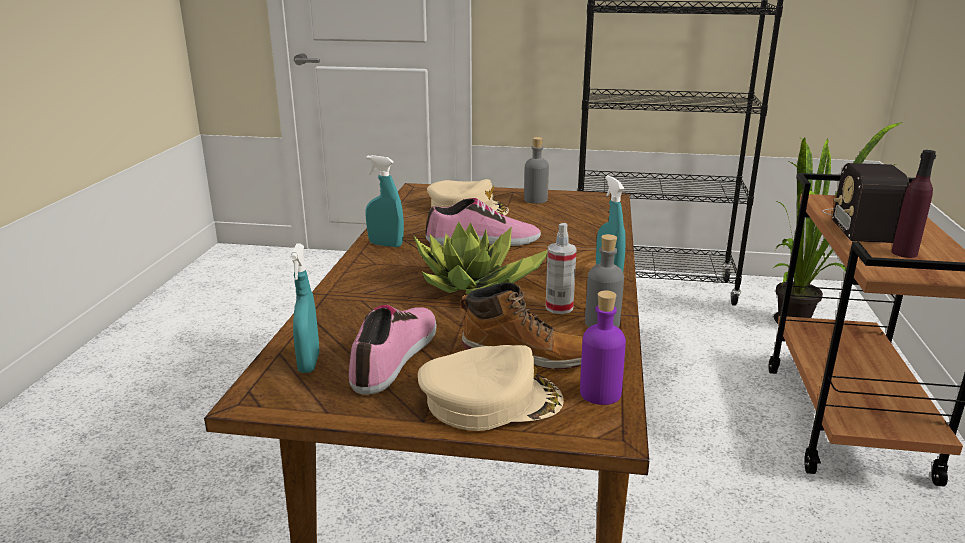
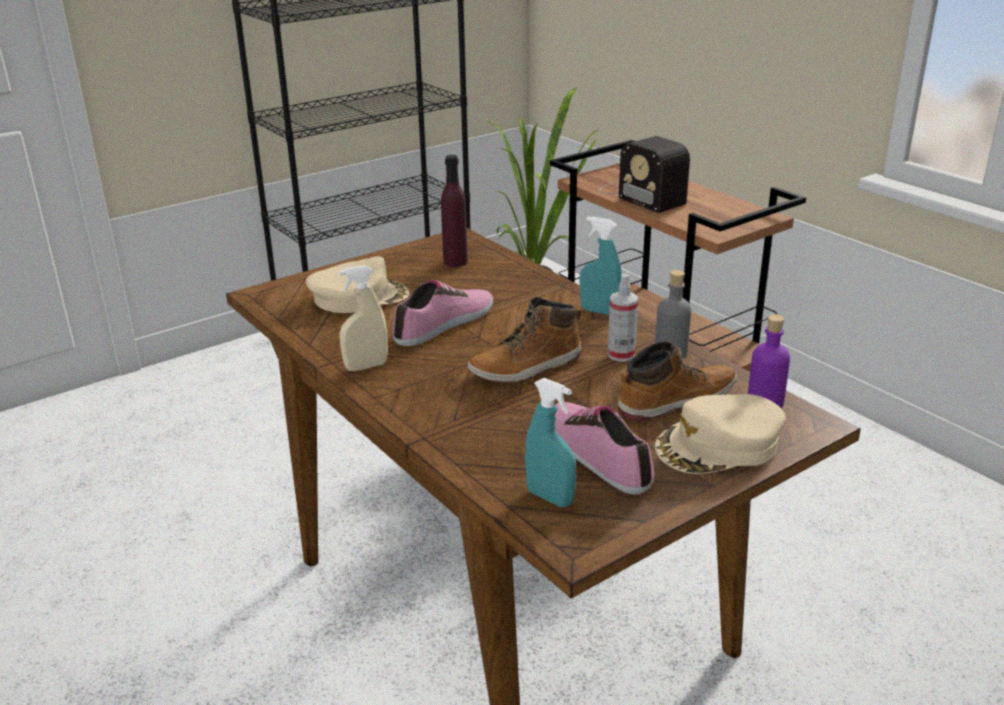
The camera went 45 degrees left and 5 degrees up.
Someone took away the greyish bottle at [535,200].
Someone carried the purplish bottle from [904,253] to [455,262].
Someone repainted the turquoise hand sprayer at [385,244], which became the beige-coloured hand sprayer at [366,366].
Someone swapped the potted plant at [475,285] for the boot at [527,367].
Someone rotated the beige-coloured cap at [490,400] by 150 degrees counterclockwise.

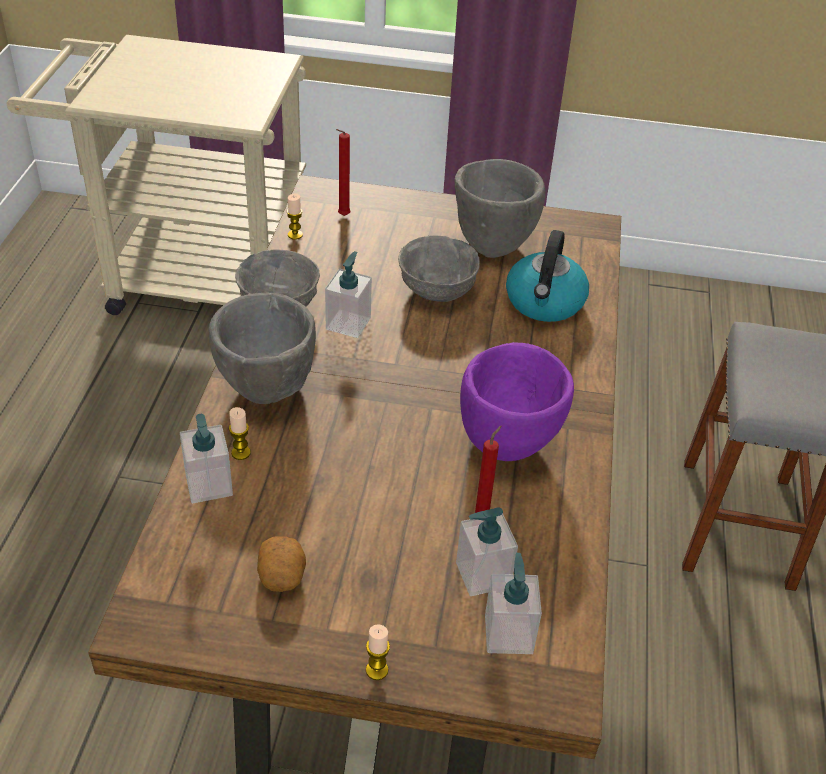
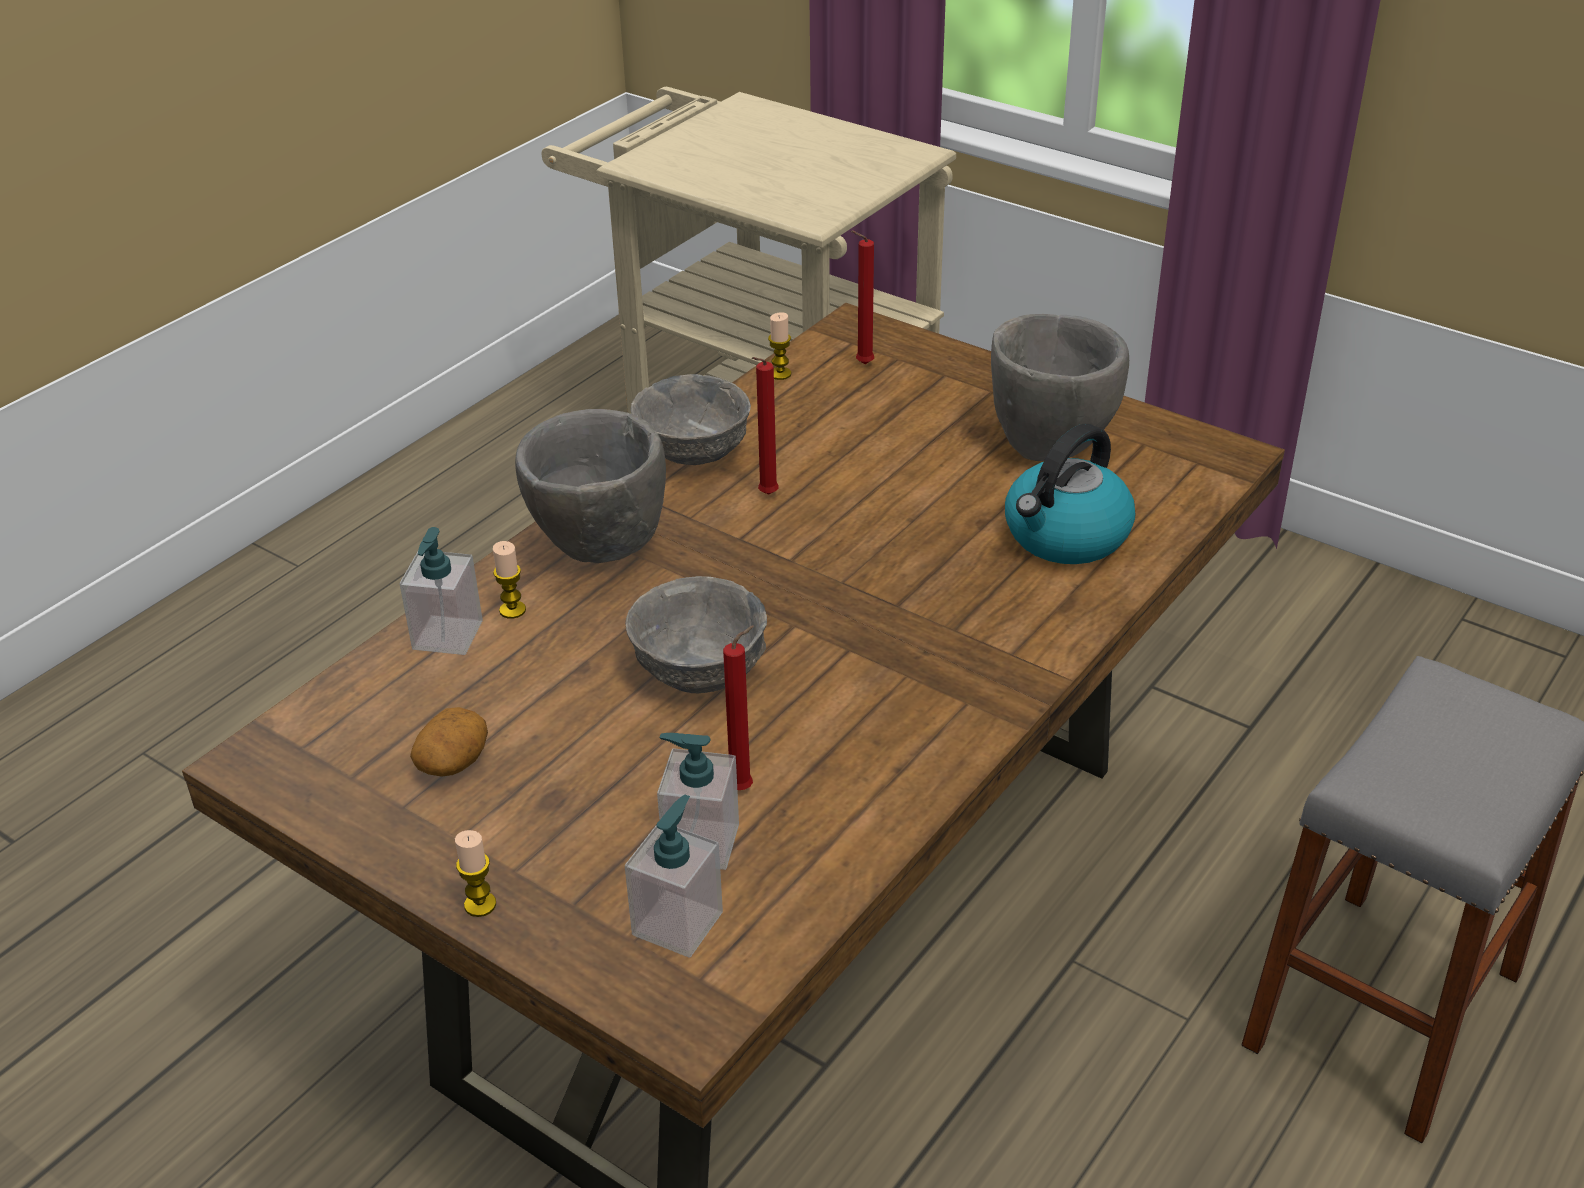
The camera went 30 degrees right and 5 degrees down.
Someone carried the greyish serving bowl from [437,289] to [701,669].
Someone swapped the liquid soap bottle at [348,323] for the red candle at [765,496].
Someone took away the purplish serving bowl at [508,444].

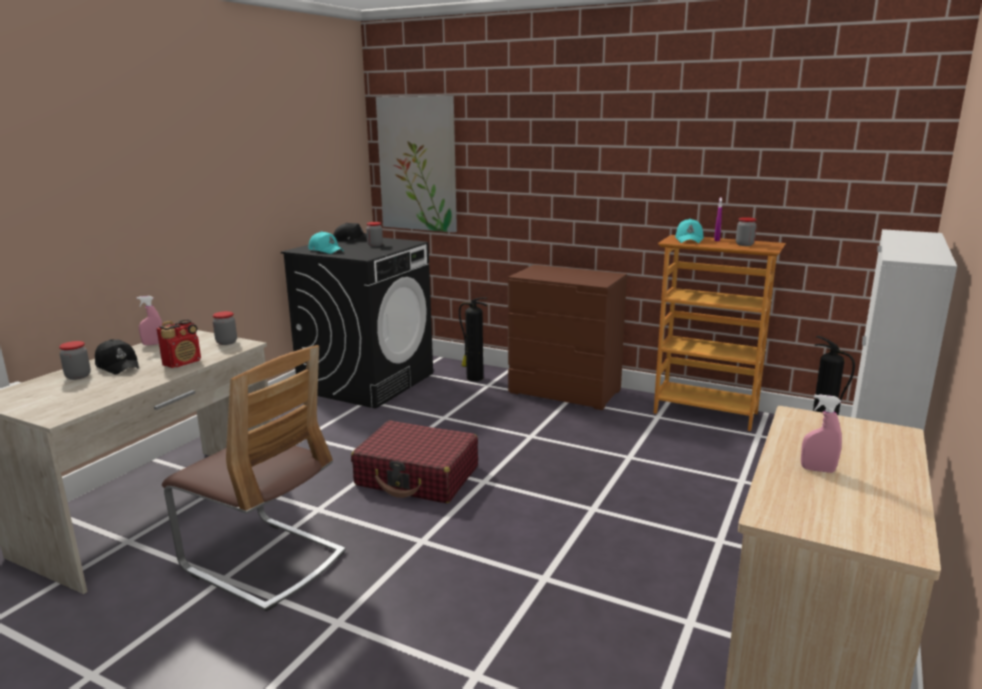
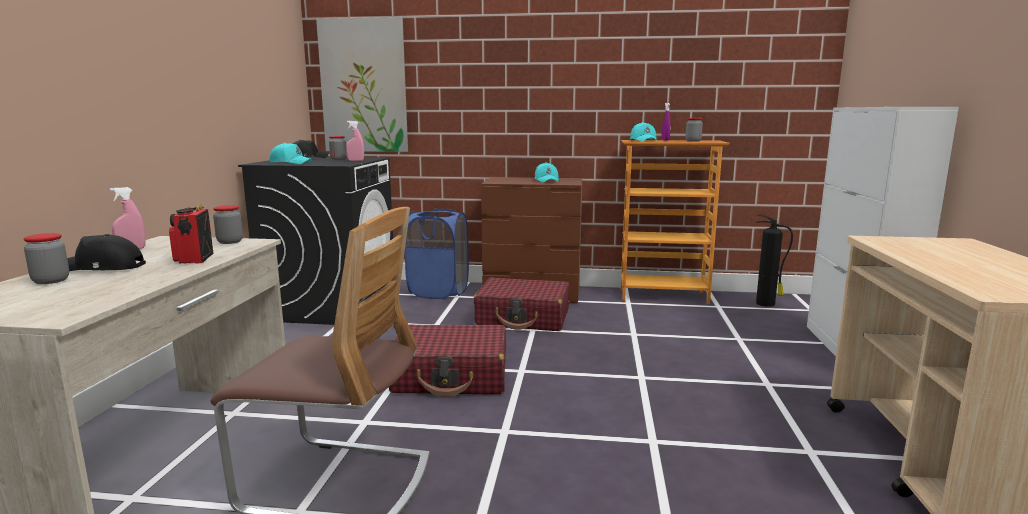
The camera went 20 degrees left and 5 degrees down.
Someone swapped the fire extinguisher at [473,378] for the blue laundry basket at [438,292].
Someone rotated the radio at [183,363] by 150 degrees clockwise.
Someone rotated the black cap at [118,365] by 150 degrees clockwise.
Someone carried the pink hand sprayer from [817,470] to [355,160].
Someone put down the turquoise cap at [546,180].
Someone put down the red piece of luggage at [523,318].

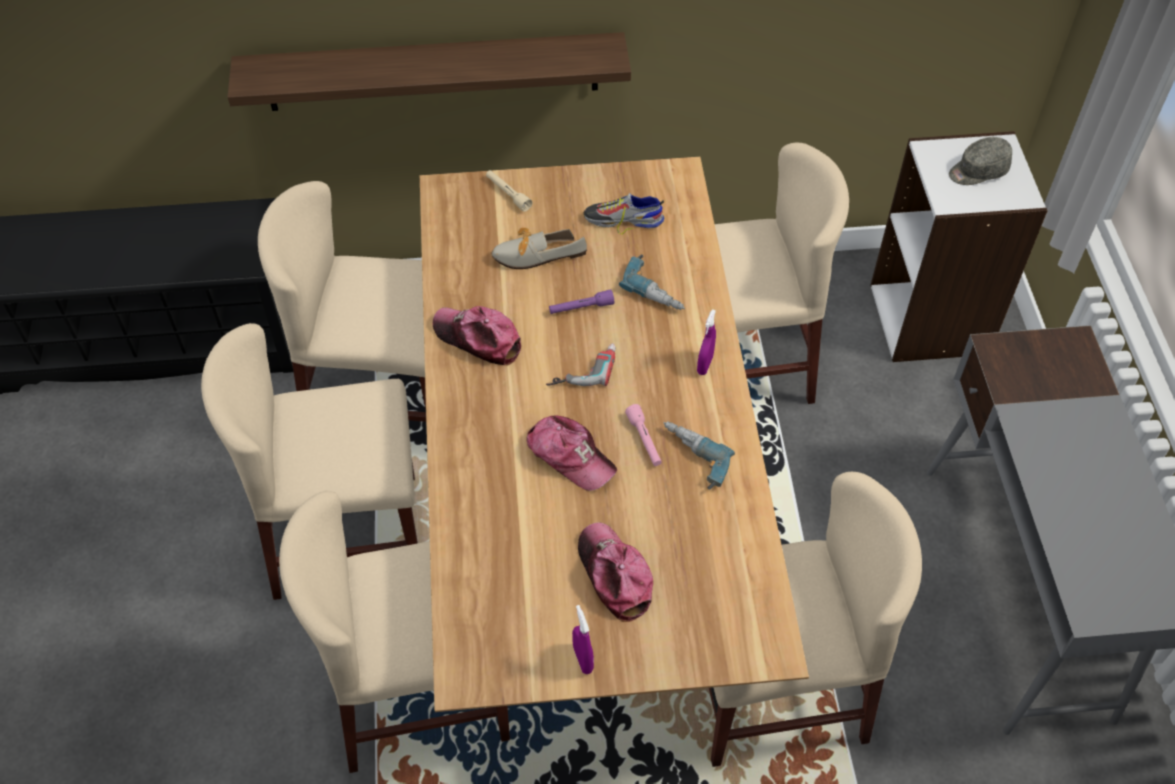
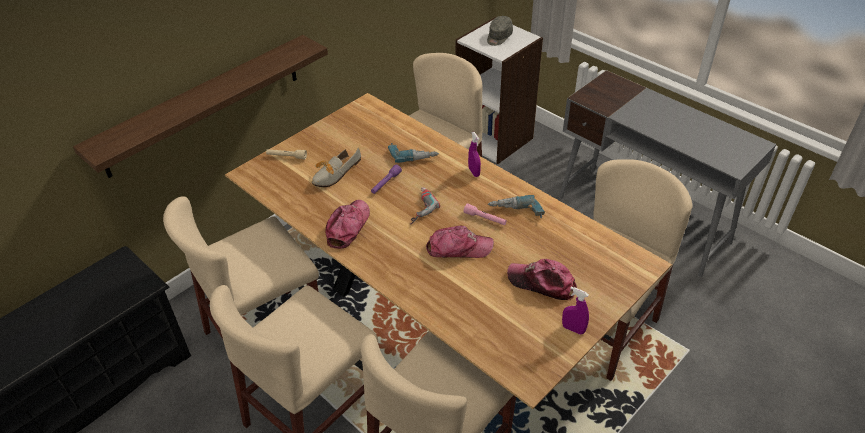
The camera went 40 degrees left and 10 degrees down.
Someone took away the low shoe at [623,219].
Someone rotated the cap at [478,339] by 120 degrees clockwise.

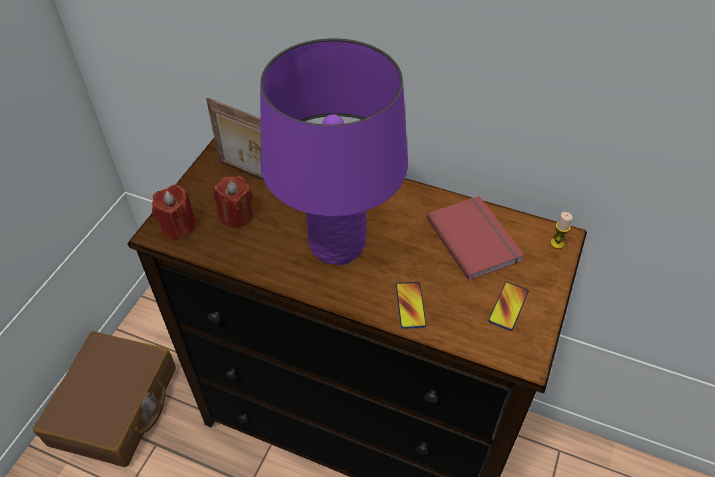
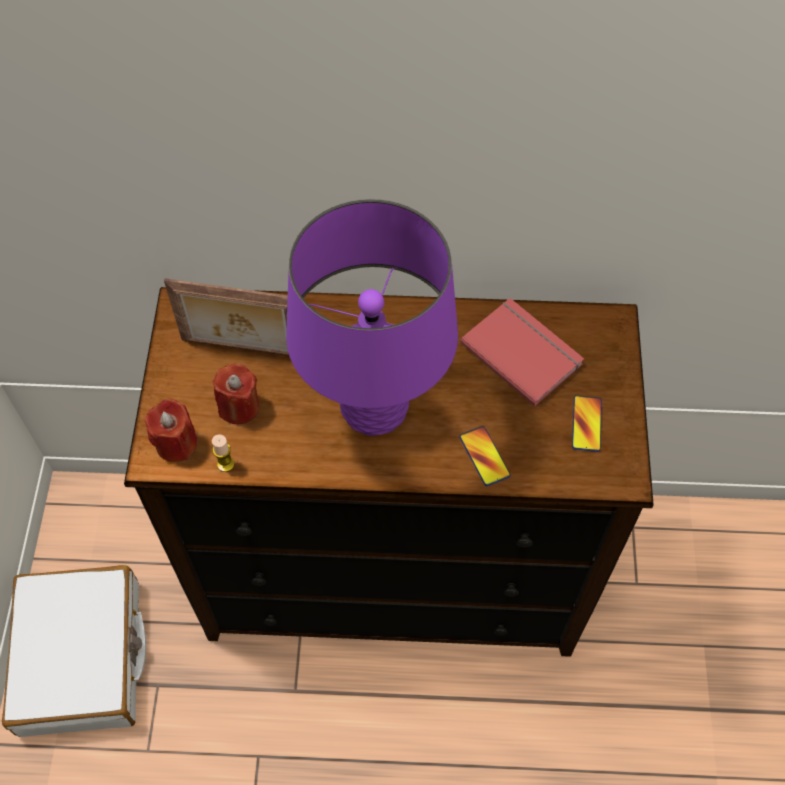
The camera went 20 degrees left and 10 degrees up.
Someone carried the candle from [557,243] to [225,464].
Someone repainted the brown piece of luggage at [115,407], which became the white-coloured piece of luggage at [82,658].

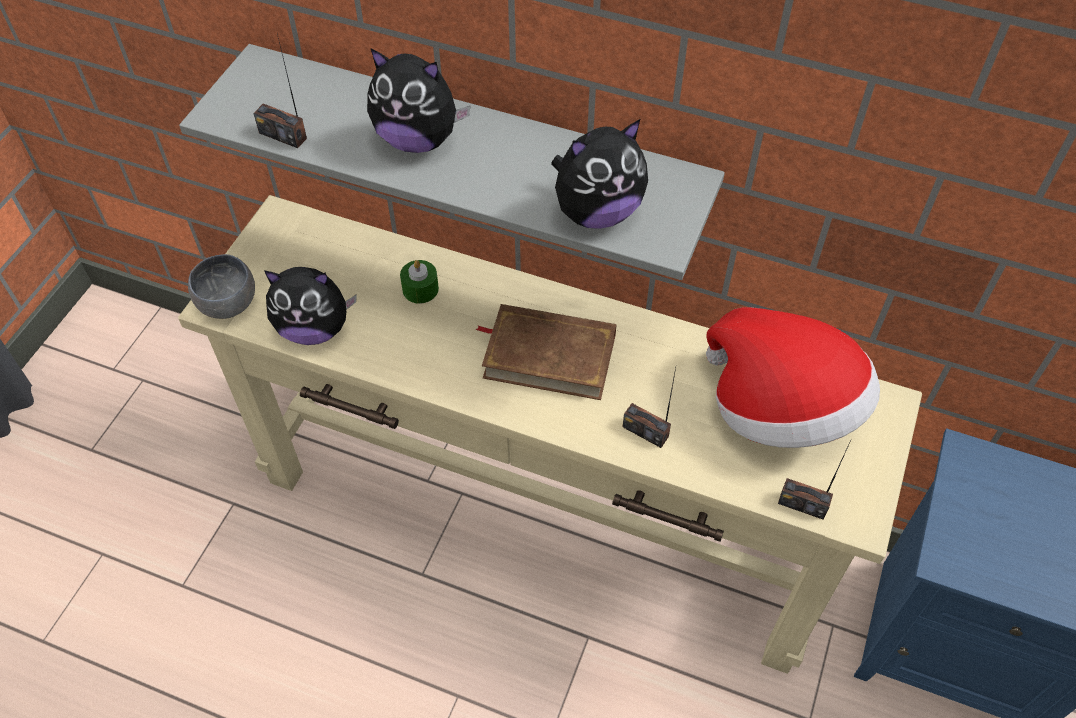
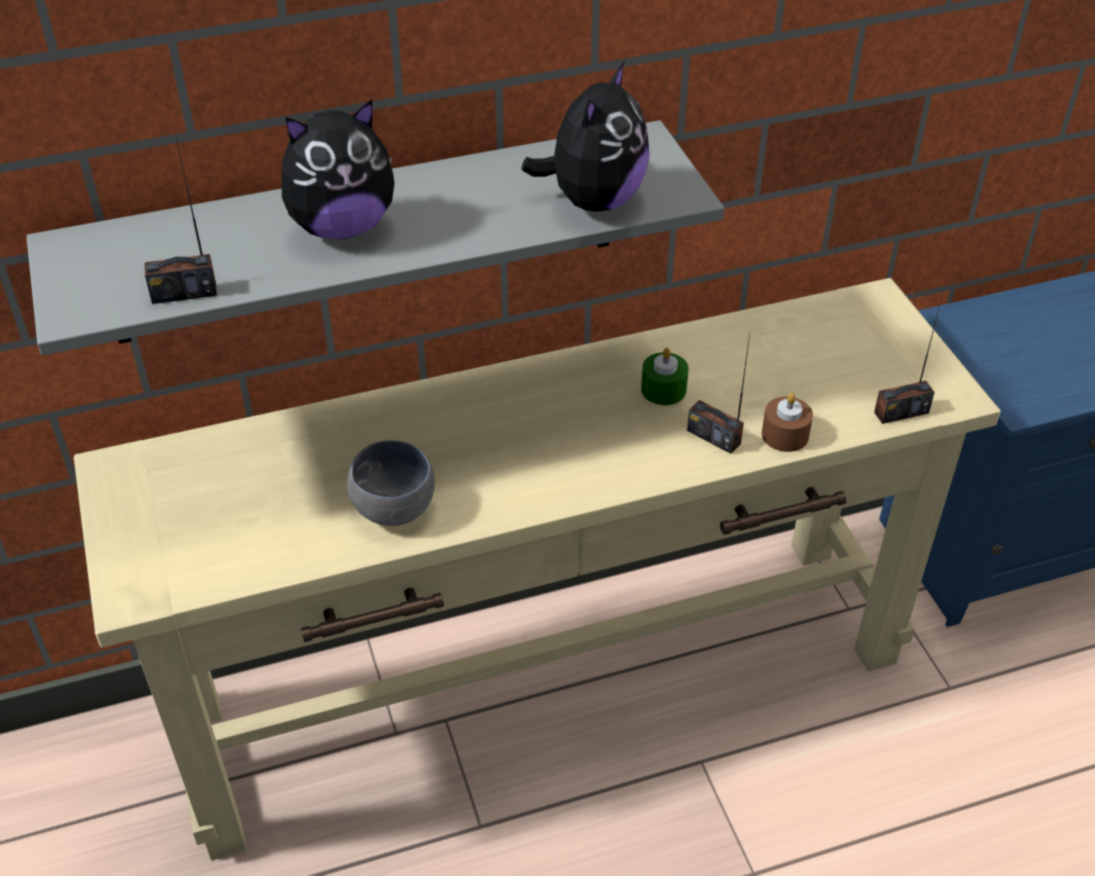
The camera went 40 degrees left and 10 degrees down.
Someone carried the greyish serving bowl from [229,306] to [397,510].
Someone carried the greenish candle from [420,289] to [663,389].
Someone took away the cuddly toy at [314,329].
Someone took away the brown book at [549,356].
Someone took away the clothing hat at [781,409].
Someone rotated the radio at [645,431] by 45 degrees clockwise.
Someone put down the brown candle at [785,435].

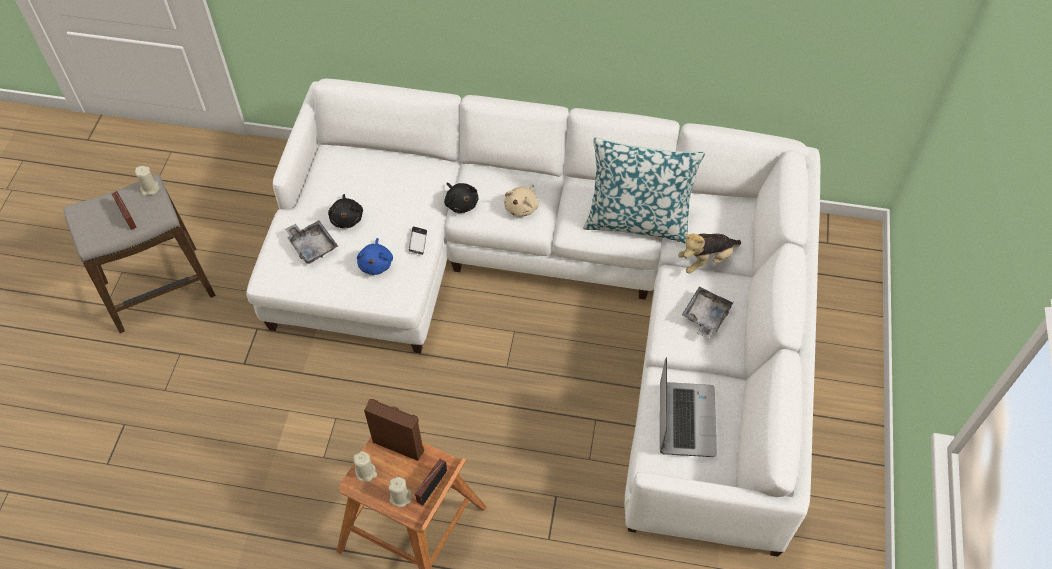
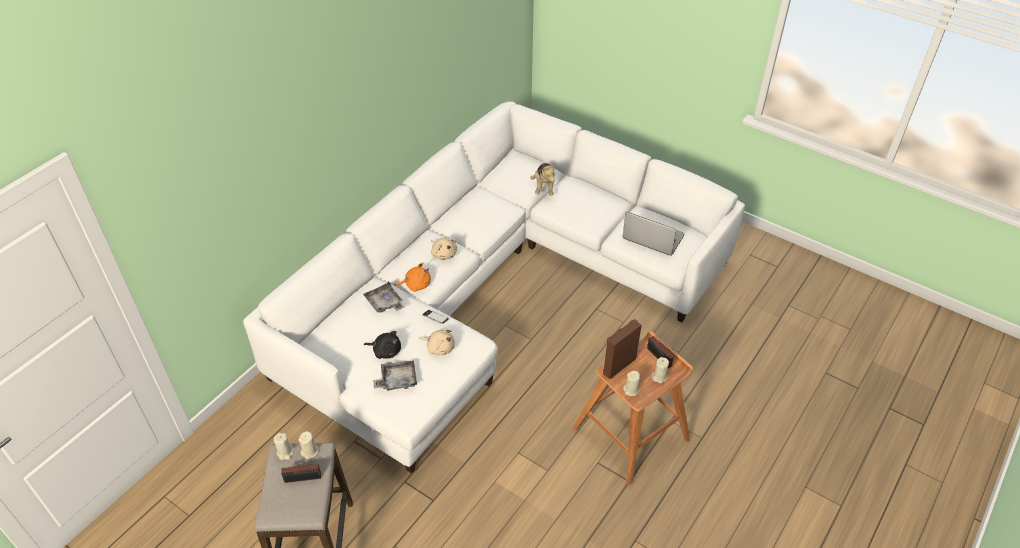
The camera went 65 degrees left and 10 degrees down.
Someone took away the pillow at [637,221].
Someone repainted the black cuddly toy at [461,203], which became the orange-coloured cuddly toy at [416,285].
Someone repainted the blue cuddly toy at [376,263], which became the beige-coloured cuddly toy at [439,347].
Someone carried the greyish tray from [705,316] to [385,303].
Someone put down the beige-coloured candle at [310,451].

